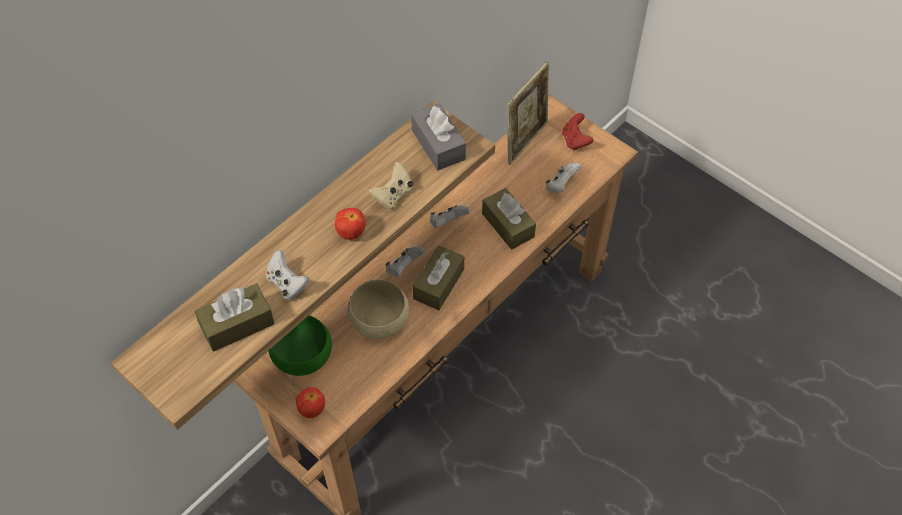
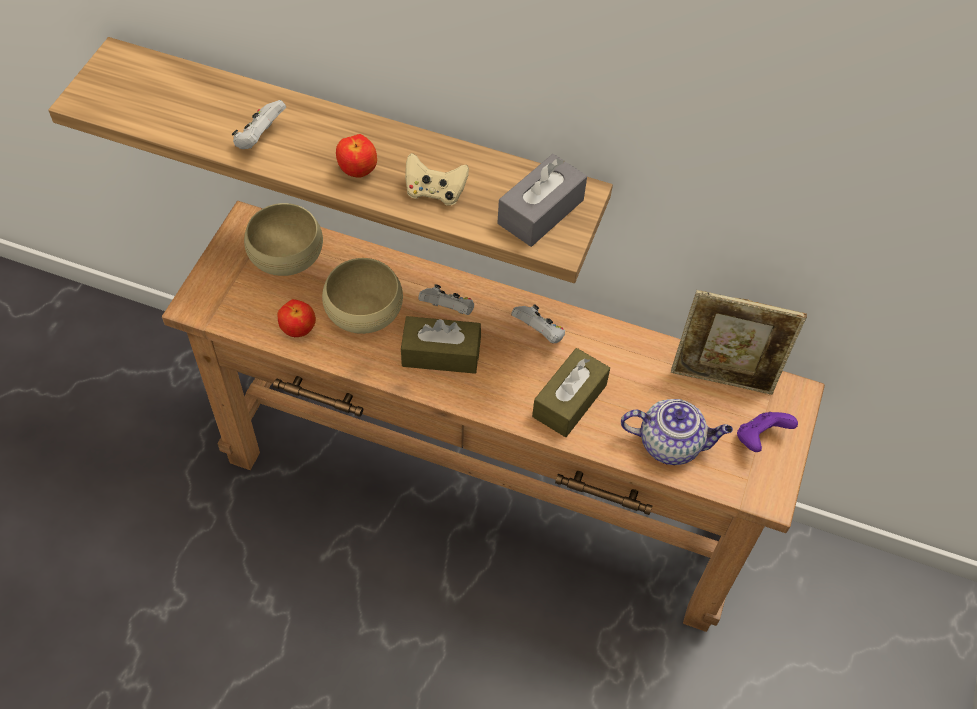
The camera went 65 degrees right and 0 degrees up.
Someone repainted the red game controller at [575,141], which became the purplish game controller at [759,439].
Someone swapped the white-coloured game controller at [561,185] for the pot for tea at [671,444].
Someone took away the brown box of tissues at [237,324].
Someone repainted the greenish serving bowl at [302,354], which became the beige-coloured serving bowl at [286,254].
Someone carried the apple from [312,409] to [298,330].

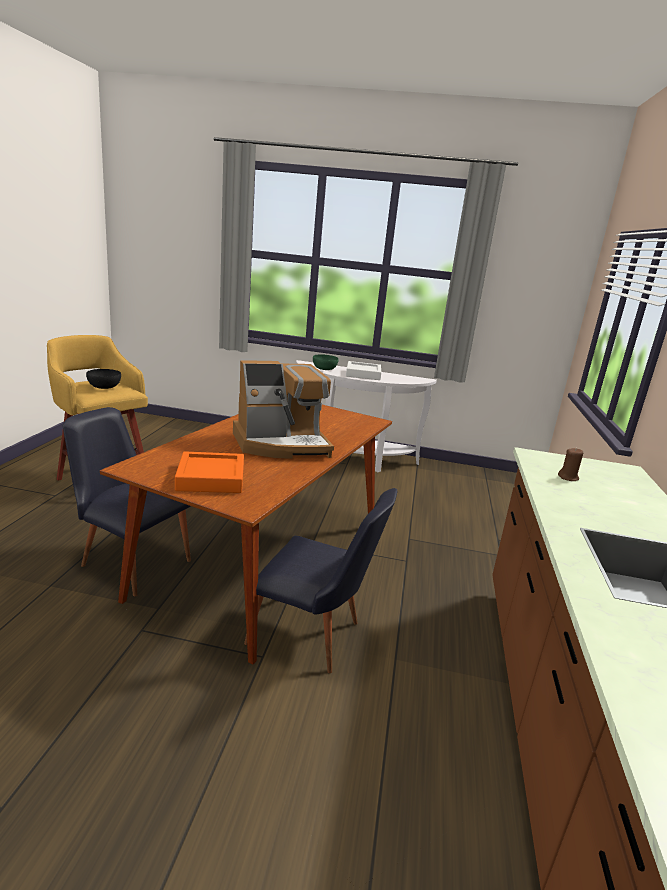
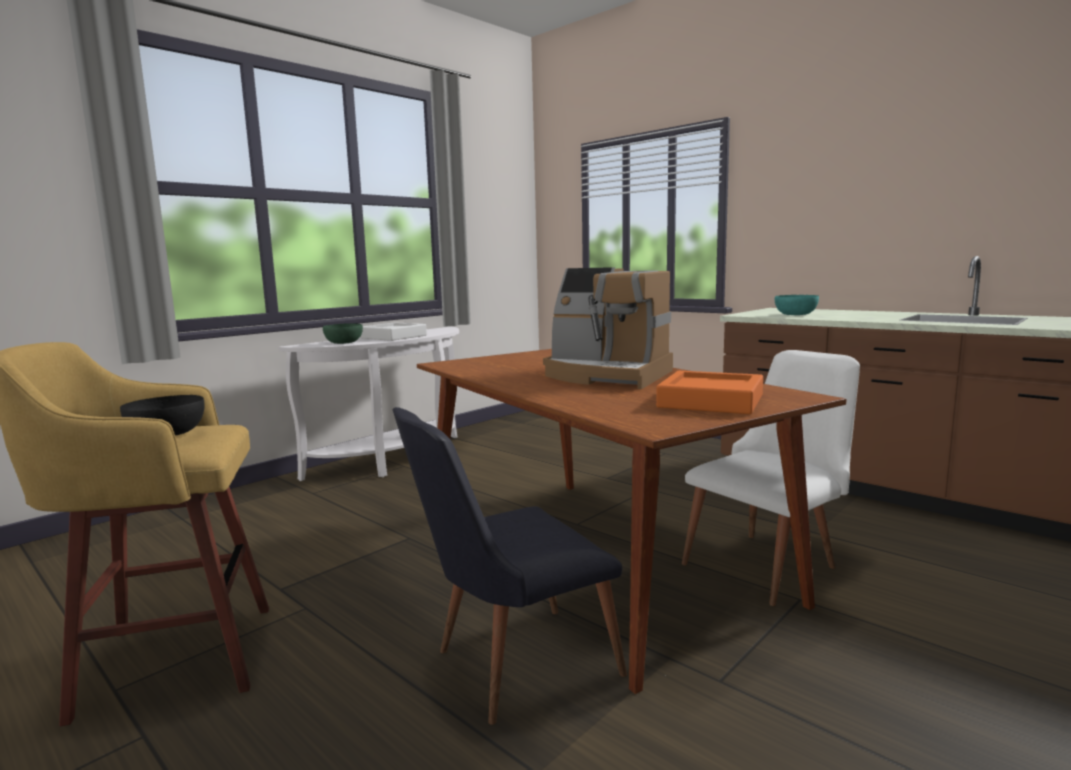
The camera went 55 degrees left and 10 degrees down.
Someone rotated the coffee maker at [282,444] by 105 degrees clockwise.
Someone swapped the brown candle at [568,477] for the turquoise serving bowl at [796,314].
Someone repainted the black chair at [314,637], which became the white-coloured chair at [770,562].

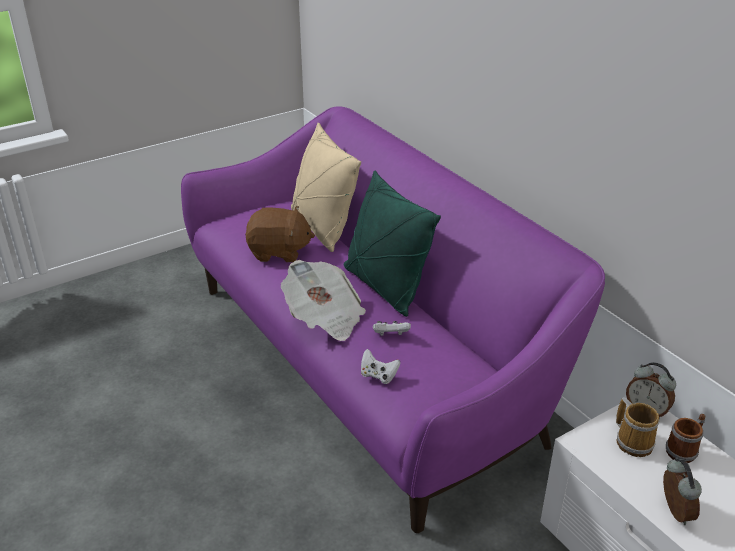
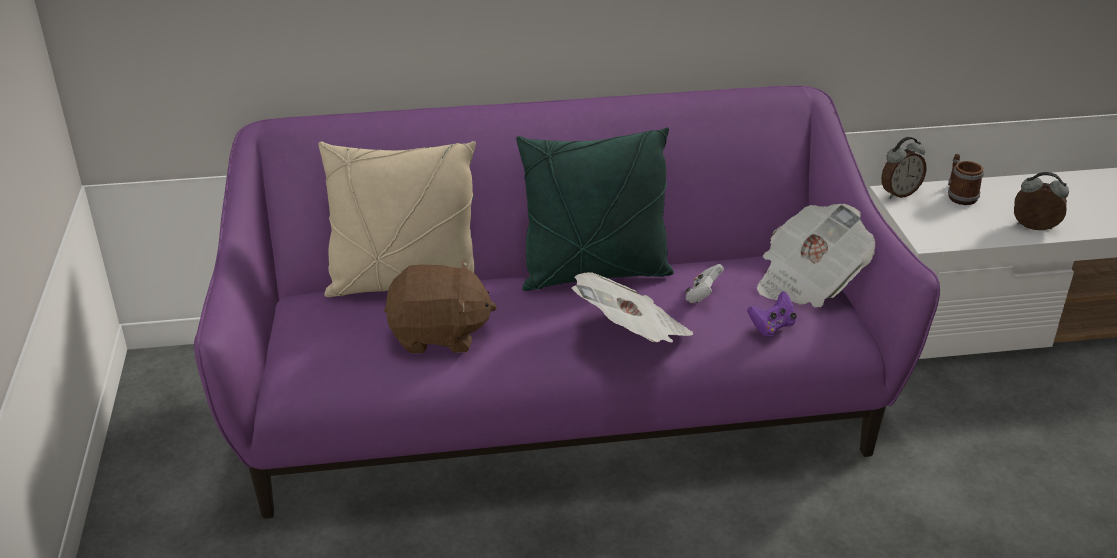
The camera went 65 degrees left and 0 degrees up.
Someone rotated the brown cuddly toy at [279,252] by 60 degrees clockwise.
Someone repainted the white-coloured game controller at [378,376], which became the purplish game controller at [772,327].
Someone took away the coffee mug at [633,441].
Someone put down the printed paper at [808,281].

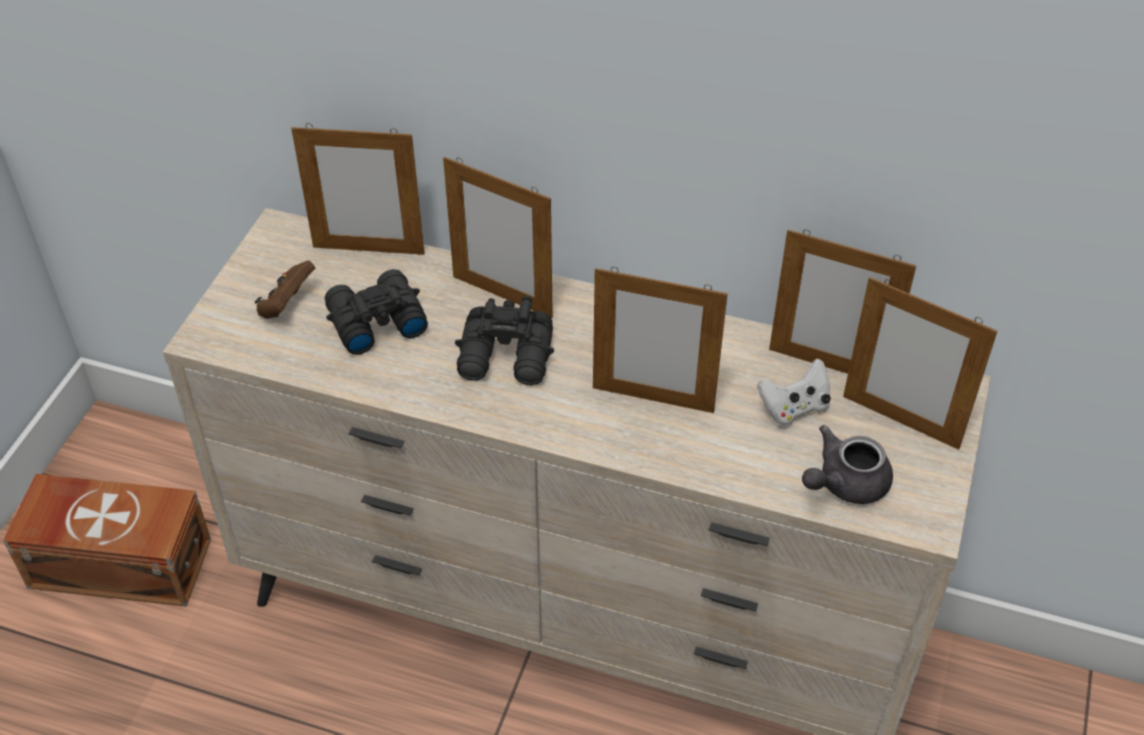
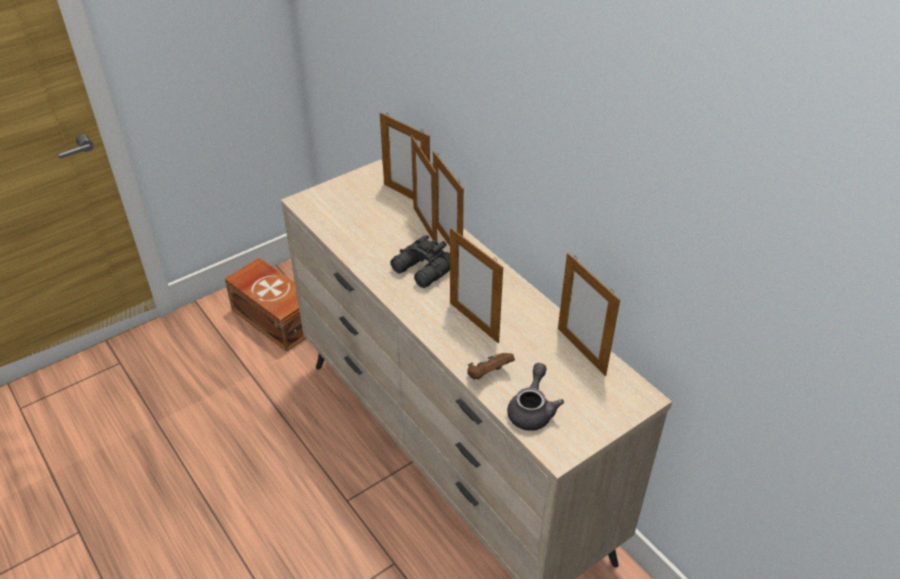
The camera went 35 degrees right and 5 degrees down.
Someone carried the brown game controller from [287,305] to [488,375].
Someone took away the black binoculars at [374,321].
Someone carried the picture frame from [900,422] to [425,226].
Someone took away the white-coloured game controller at [794,408].
Someone rotated the greyish pot for tea at [844,483] by 105 degrees clockwise.

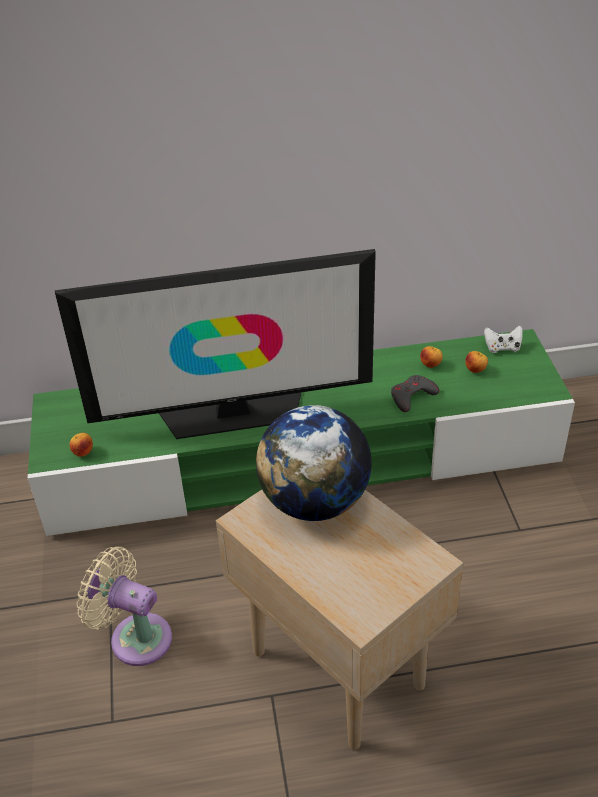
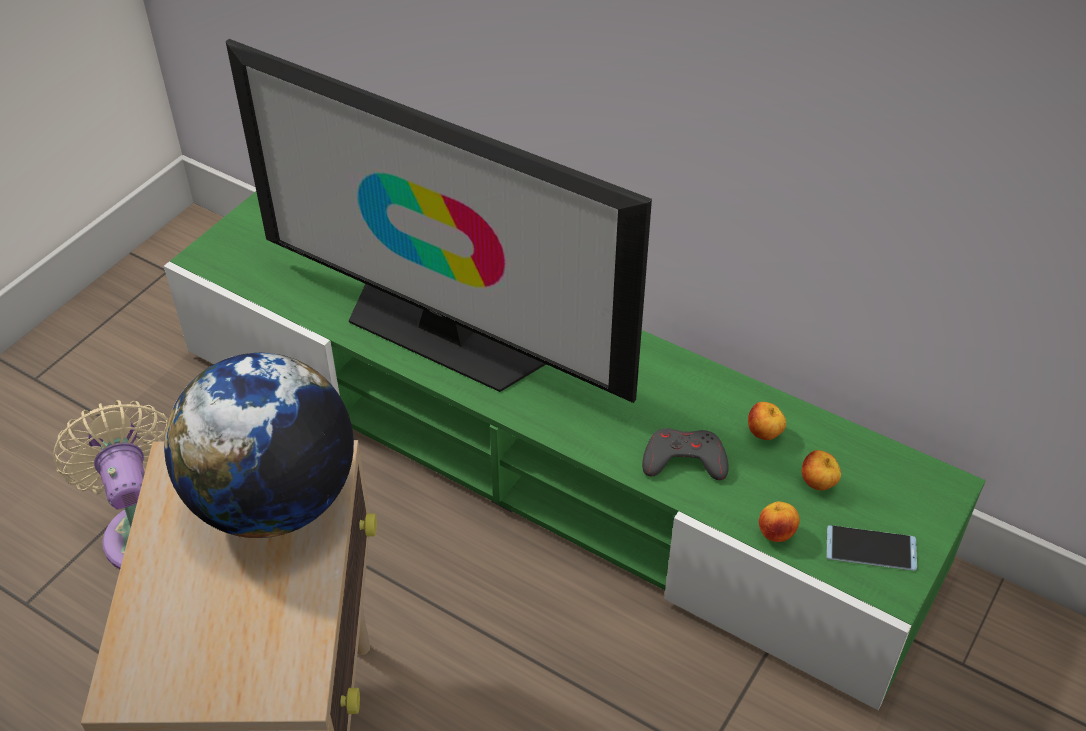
The camera went 40 degrees right and 5 degrees up.
Someone took away the white-coloured game controller at [502,348].
Someone carried the apple from [83,453] to [776,533].
Someone put down the phone at [871,548].

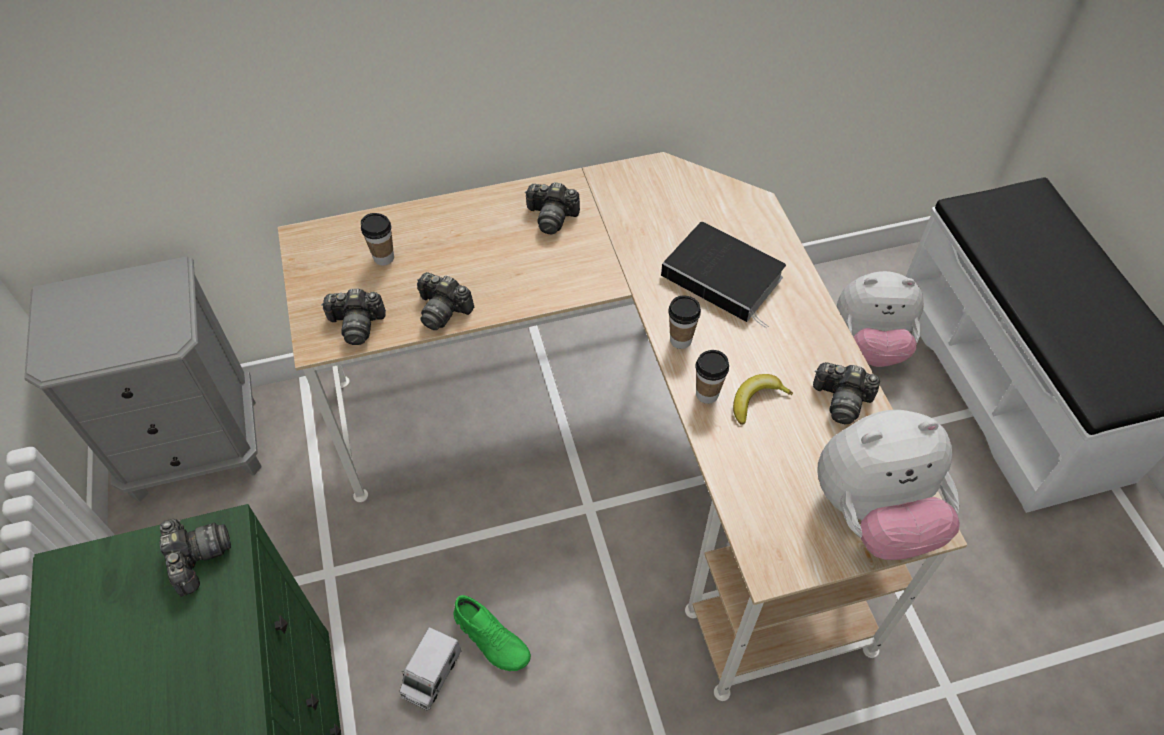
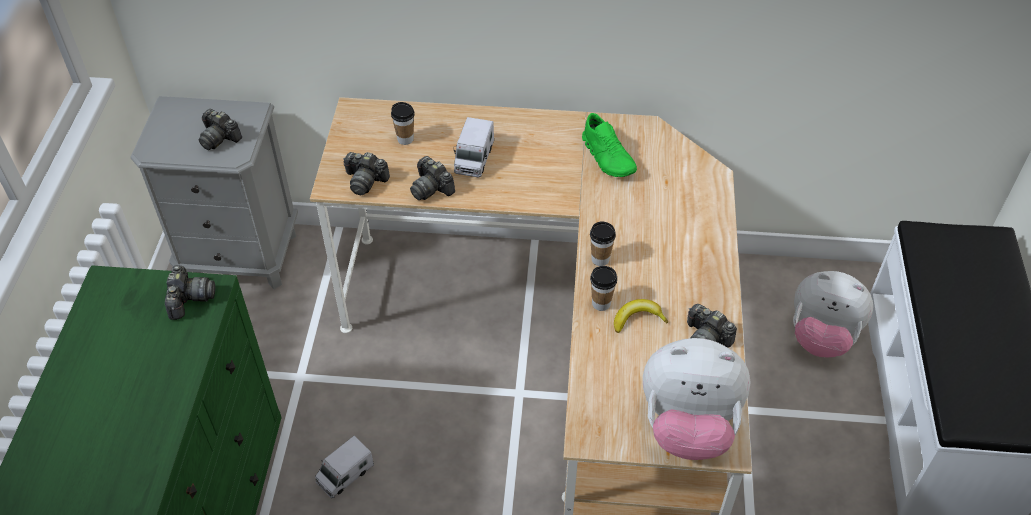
The camera went 20 degrees right and 5 degrees down.
Someone carried the still camera from [552,217] to [219,138].
Someone took away the book at [725,277].
Someone carried the greenish low shoe from [492,638] to [608,157].
Someone put down the model truck at [474,158].

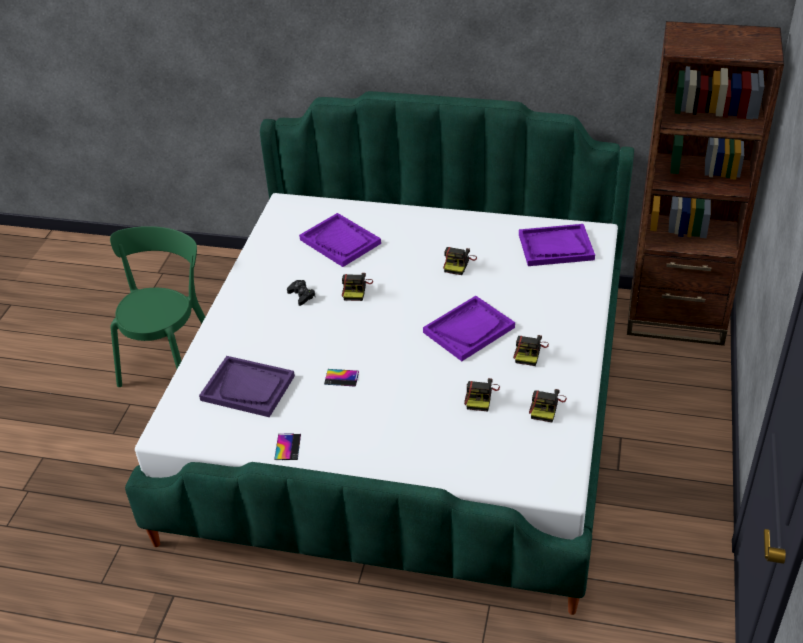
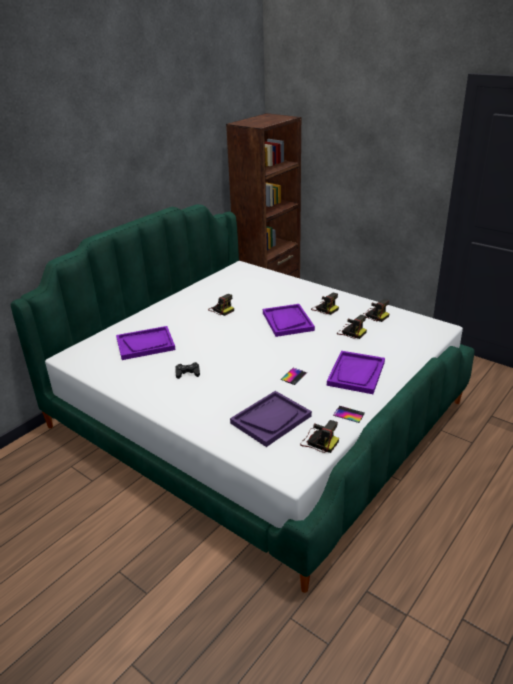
The camera went 65 degrees left and 10 degrees down.
Someone carried the purplish tray from [555,247] to [356,374].
Someone took away the greenish chair at [171,363].
Someone carried the still camera from [356,289] to [318,442].

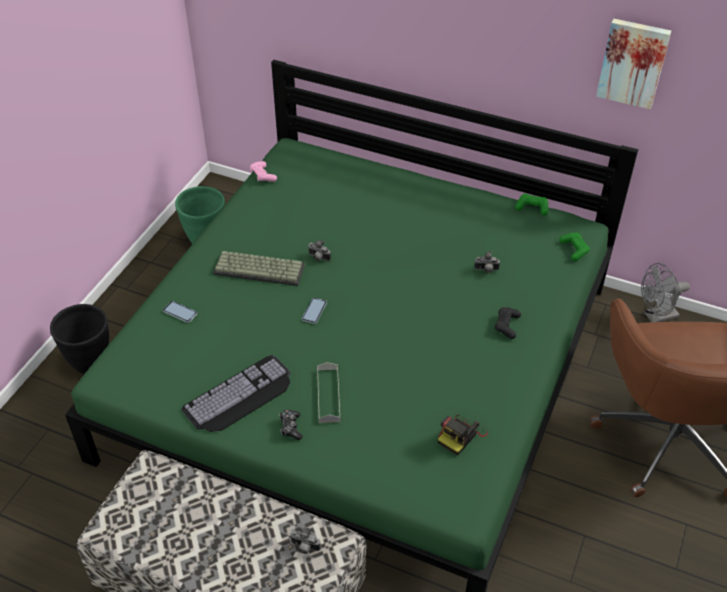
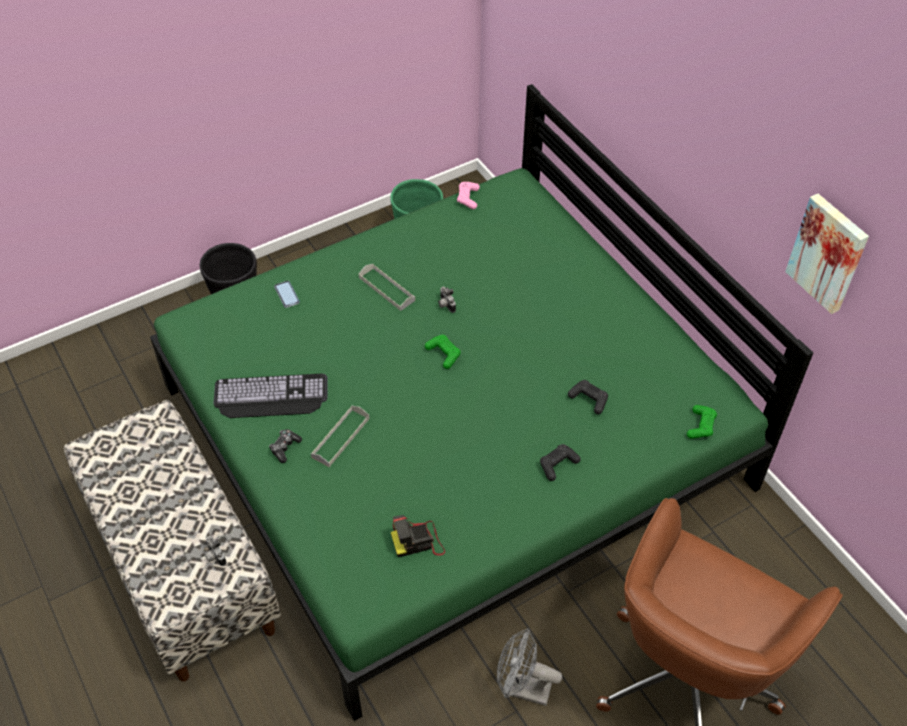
The camera went 35 degrees right and 5 degrees up.
Someone carried the greenish game controller from [532,208] to [443,354].
Someone swapped the computer keyboard at [260,268] for the greyish tray at [386,289].
Someone swapped the still camera at [486,270] for the black game controller at [589,399].
Someone carried the greyish cooling fan from [656,317] to [522,689].
Someone took away the phone at [314,311].

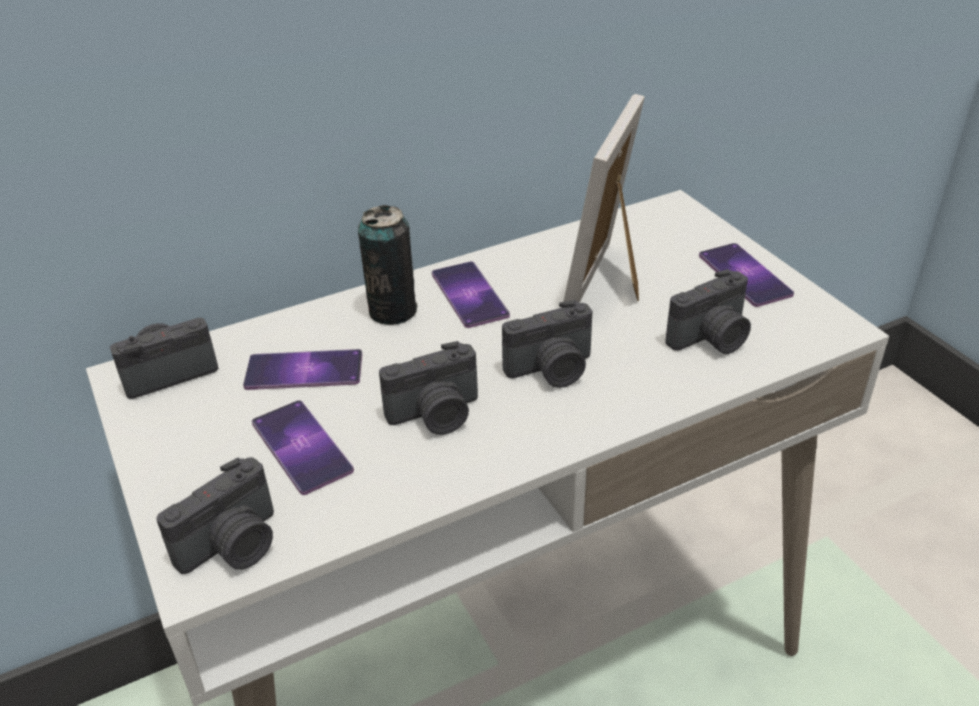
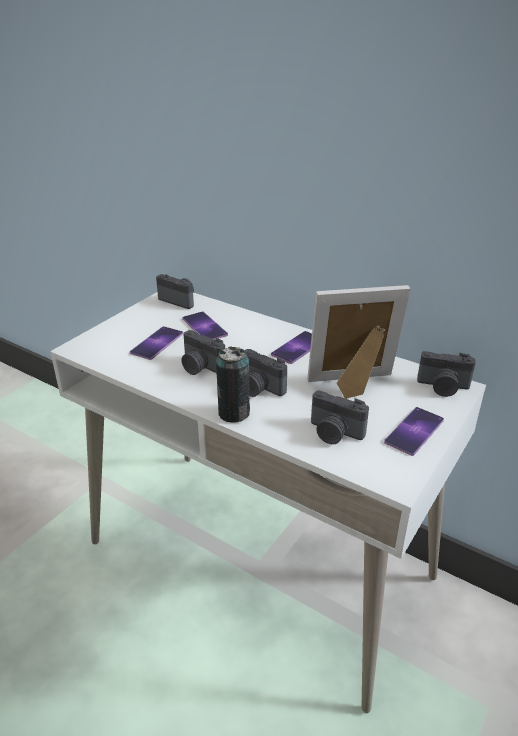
The camera went 60 degrees right and 5 degrees down.
Someone carried the metal can from [392,311] to [234,413].
Someone carried the still camera from [234,546] to [442,387].

